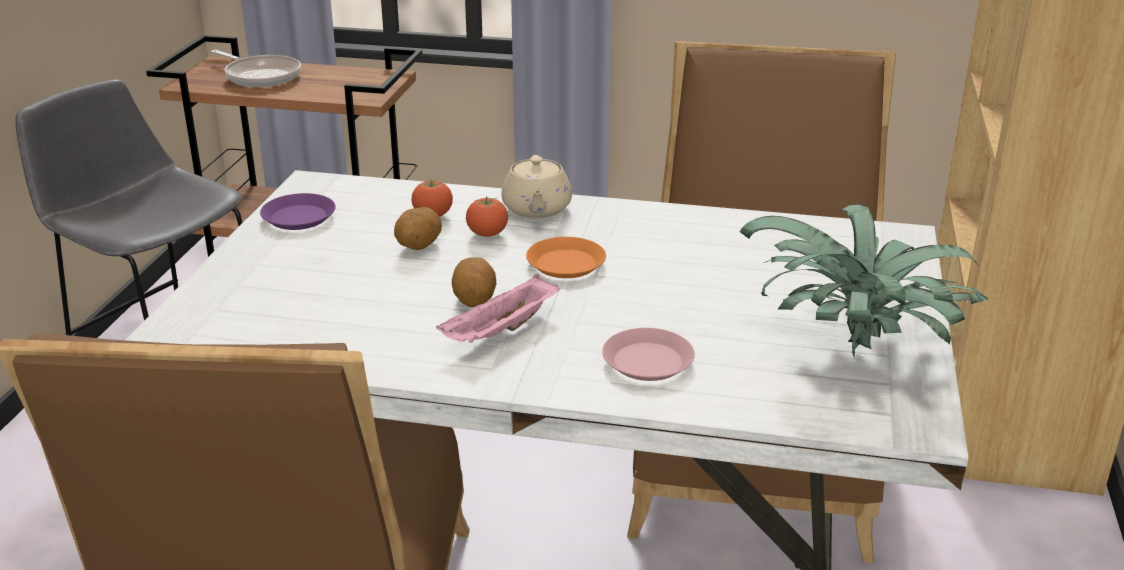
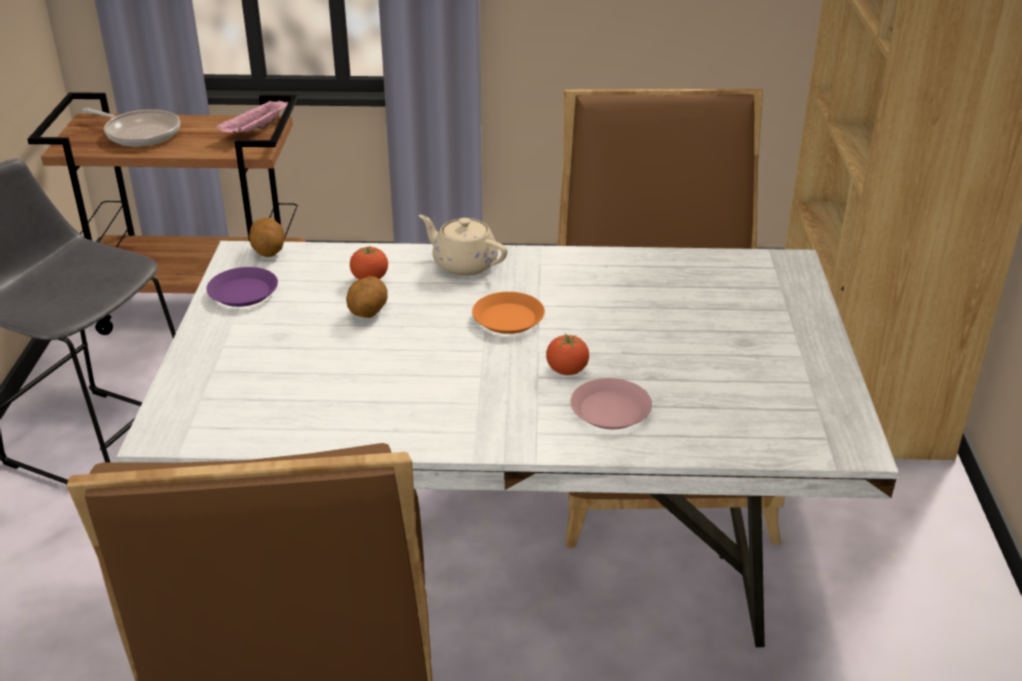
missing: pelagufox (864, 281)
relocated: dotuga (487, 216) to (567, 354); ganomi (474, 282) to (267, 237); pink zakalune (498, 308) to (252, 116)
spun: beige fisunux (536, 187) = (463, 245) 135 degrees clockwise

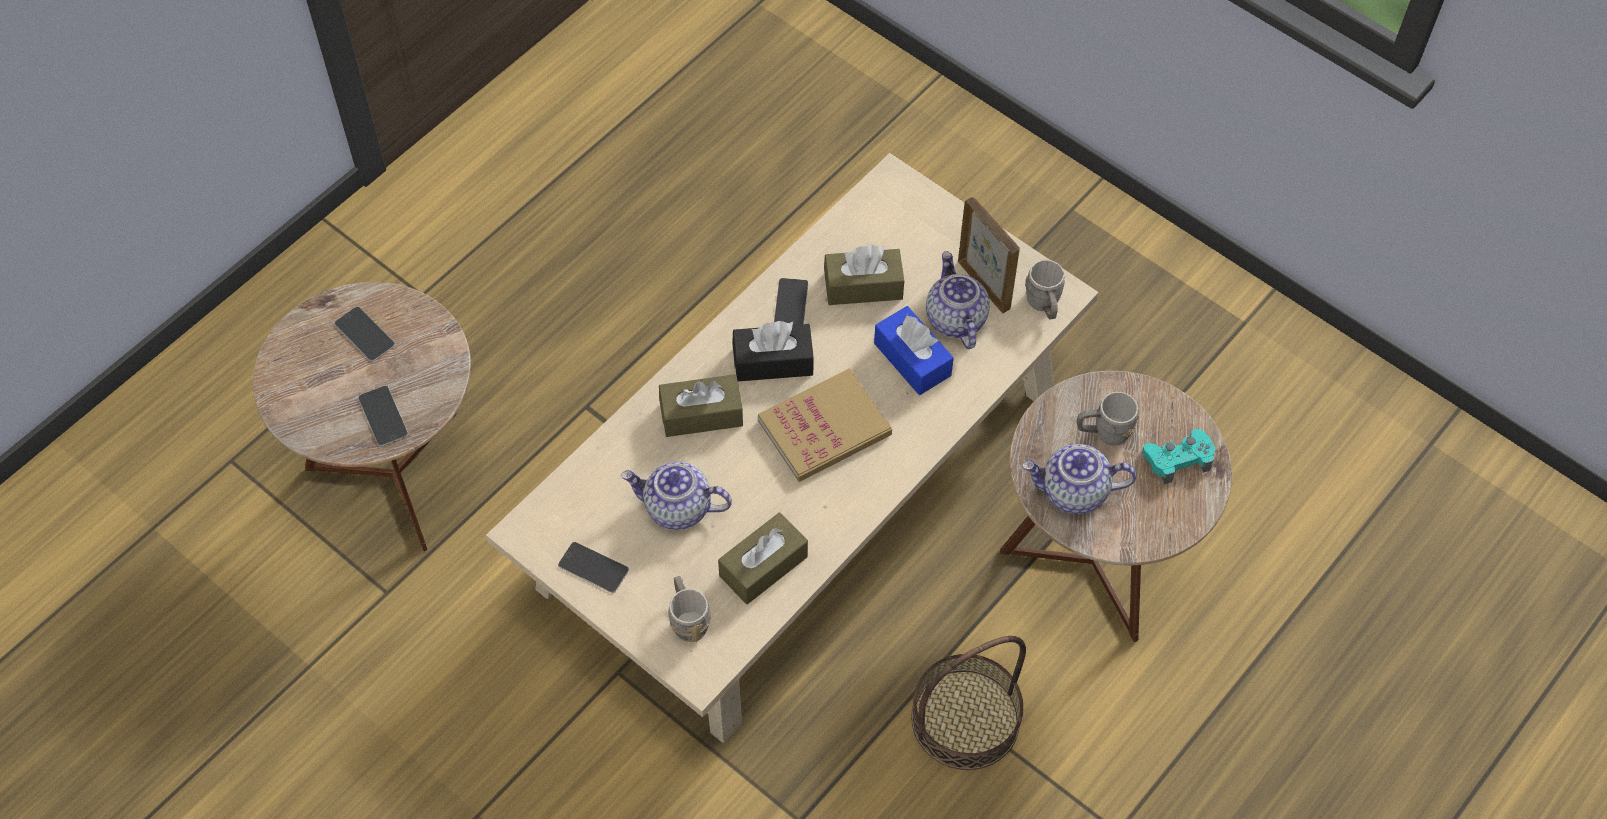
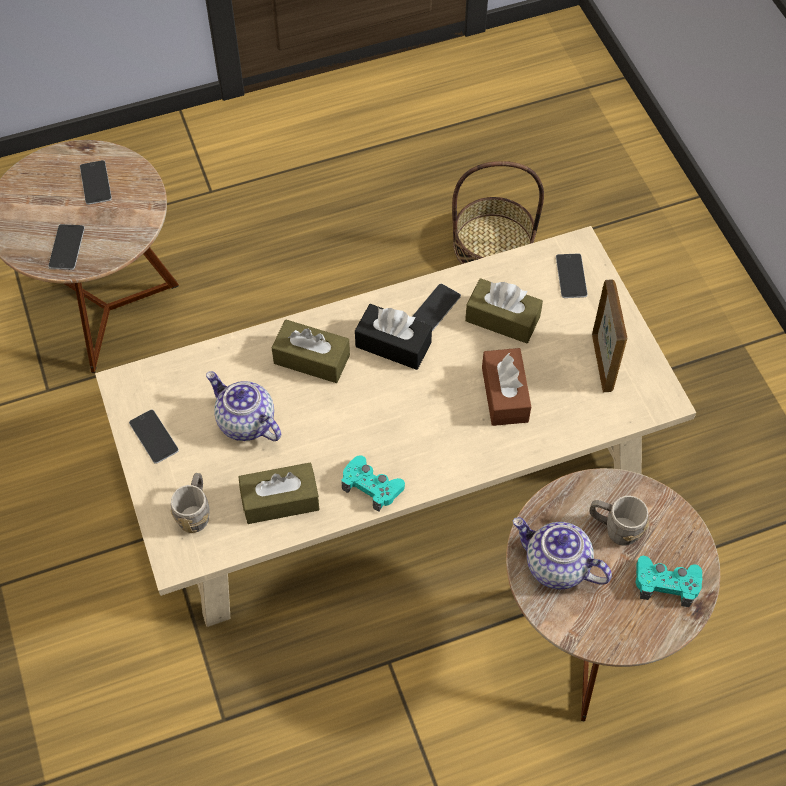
missing: fisunux (958, 300); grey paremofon (1045, 290); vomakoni (825, 425)
appeared: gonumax (572, 276); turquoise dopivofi (373, 483)
relocated: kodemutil (968, 703) to (498, 212)
colour: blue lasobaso (914, 350) to brown lasobaso (506, 387)

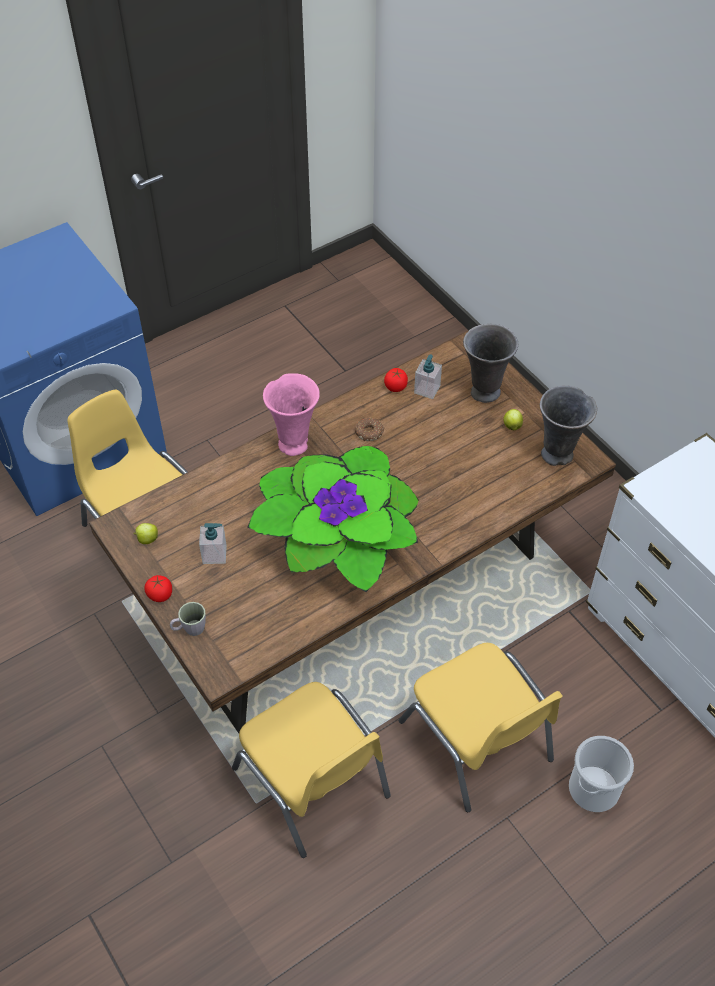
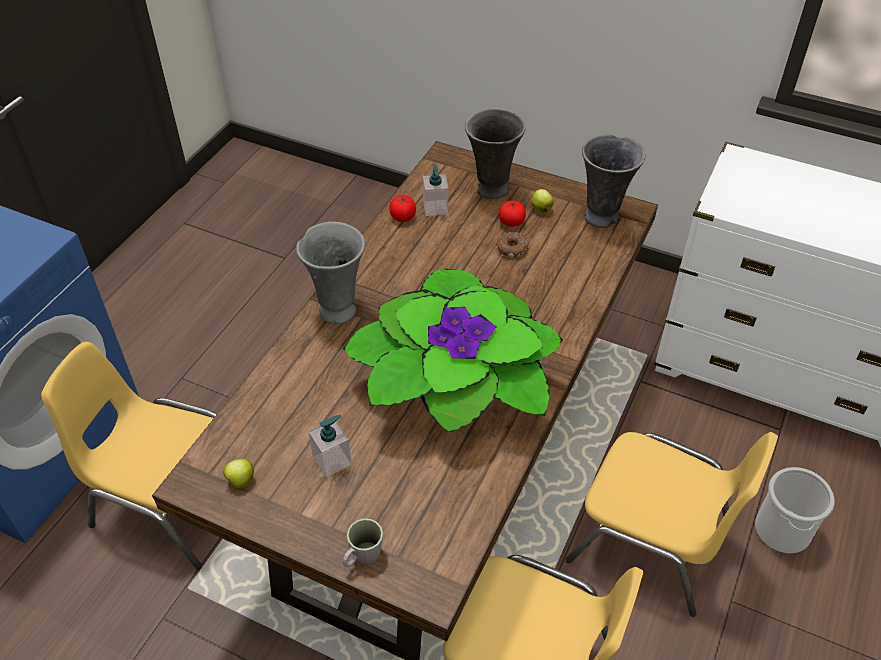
relocated: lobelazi (369, 429) to (512, 245); dotuga (158, 588) to (512, 213)
colour: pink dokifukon (291, 414) to grey dokifukon (330, 272)

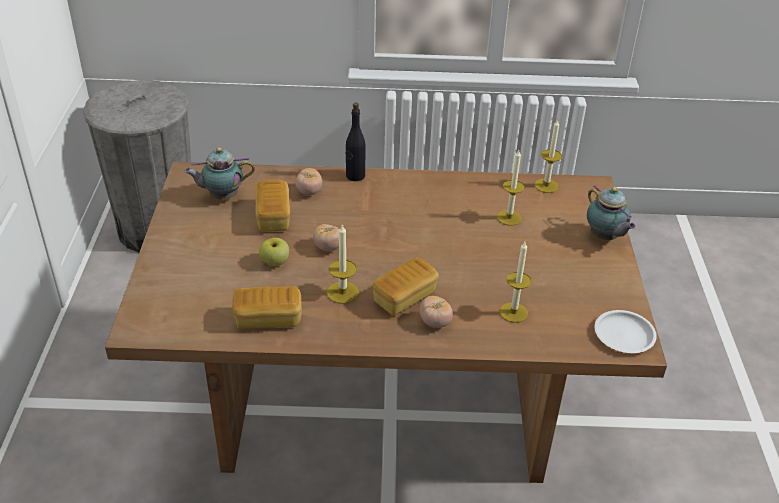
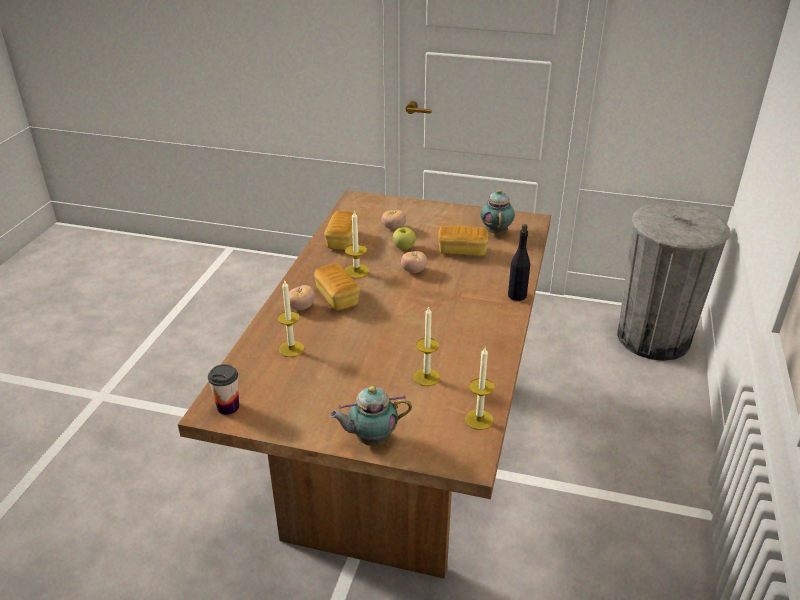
relocated: dotuga (308, 181) to (394, 220)
exchanged: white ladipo (626, 331) to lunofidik (223, 389)

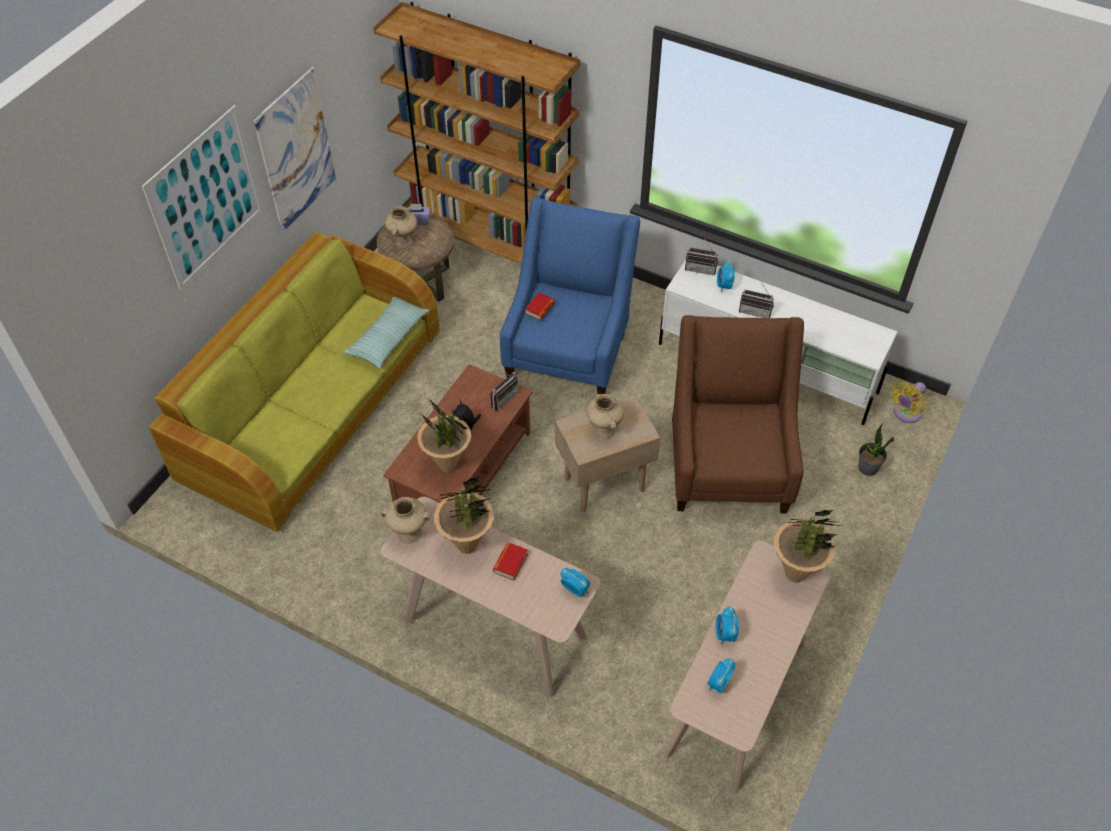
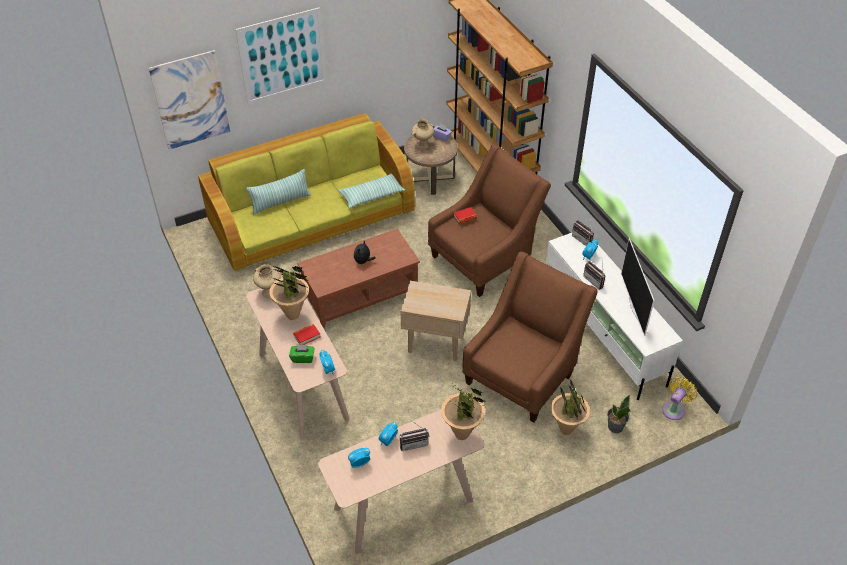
missing: beige dokifukon (605, 417)
appeared: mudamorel (278, 192); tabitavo (638, 287); green lasobaso (302, 353)
relocated: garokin (294, 149) to (189, 100); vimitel (504, 391) to (414, 434); pelagufox (444, 435) to (570, 407)
colour: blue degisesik (570, 296) to brown degisesik (489, 220)
spun: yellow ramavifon (908, 402) = (680, 398) 135 degrees clockwise

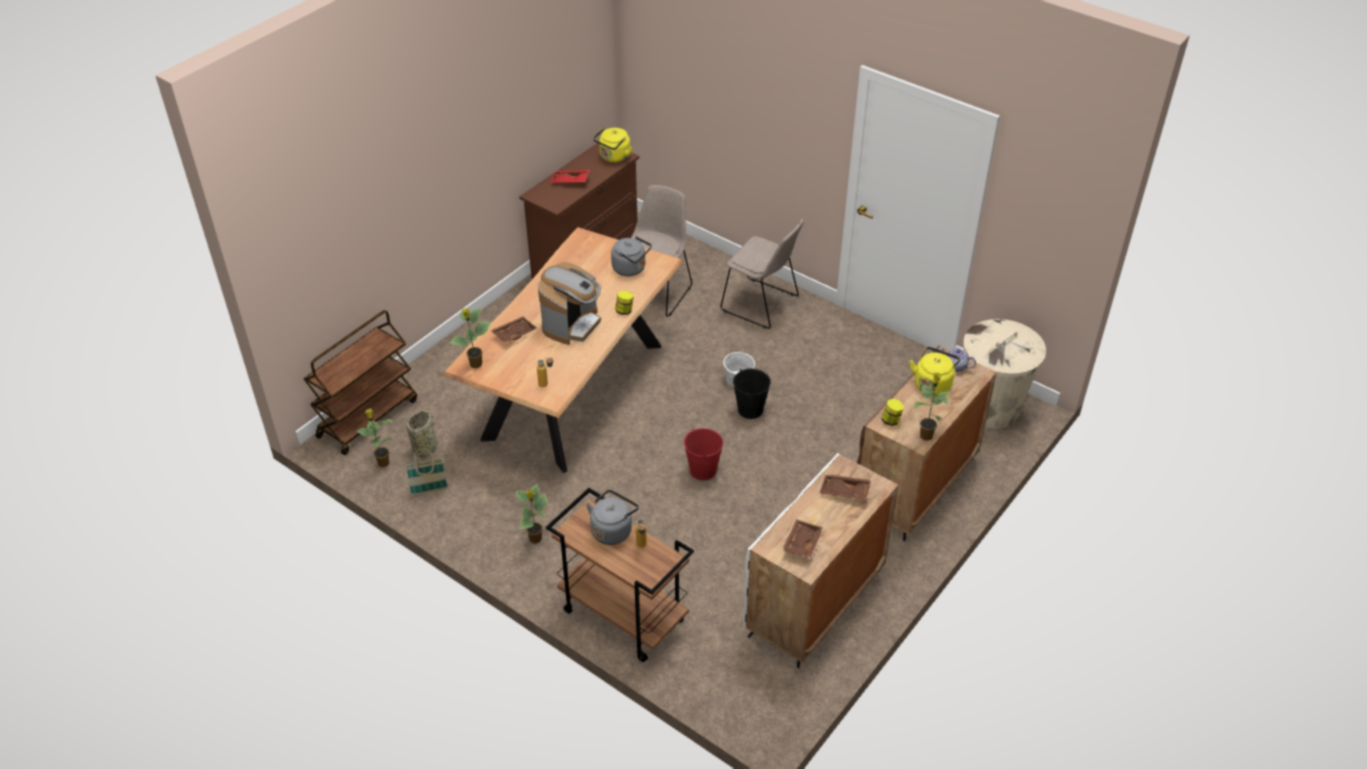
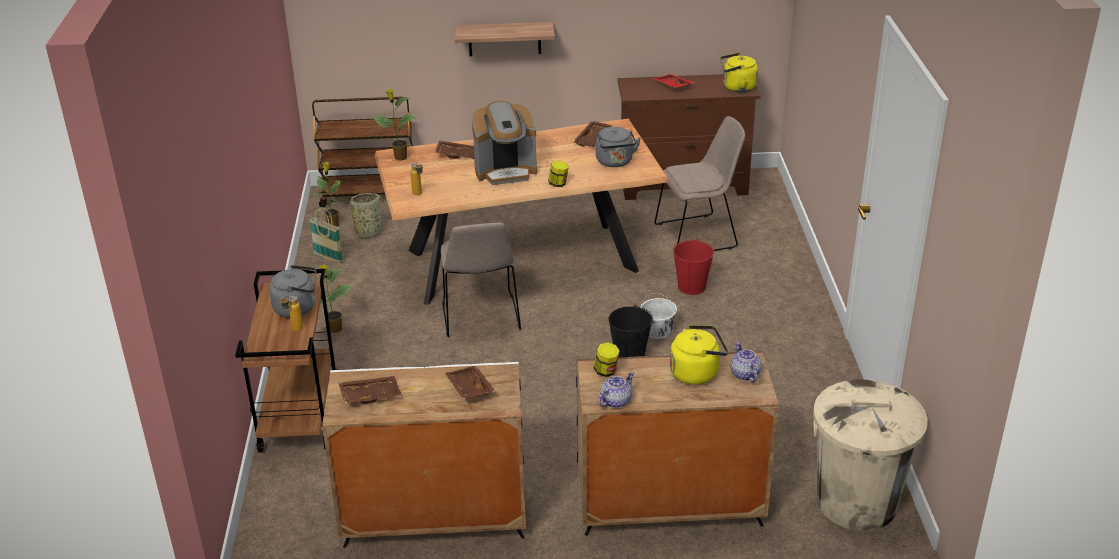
appeared: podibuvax (505, 39); brown zakalune (593, 134)
relocated: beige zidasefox (762, 274) to (481, 279); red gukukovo (703, 454) to (693, 267)
exchanged: pelagufox (932, 406) to fisunux (616, 390)

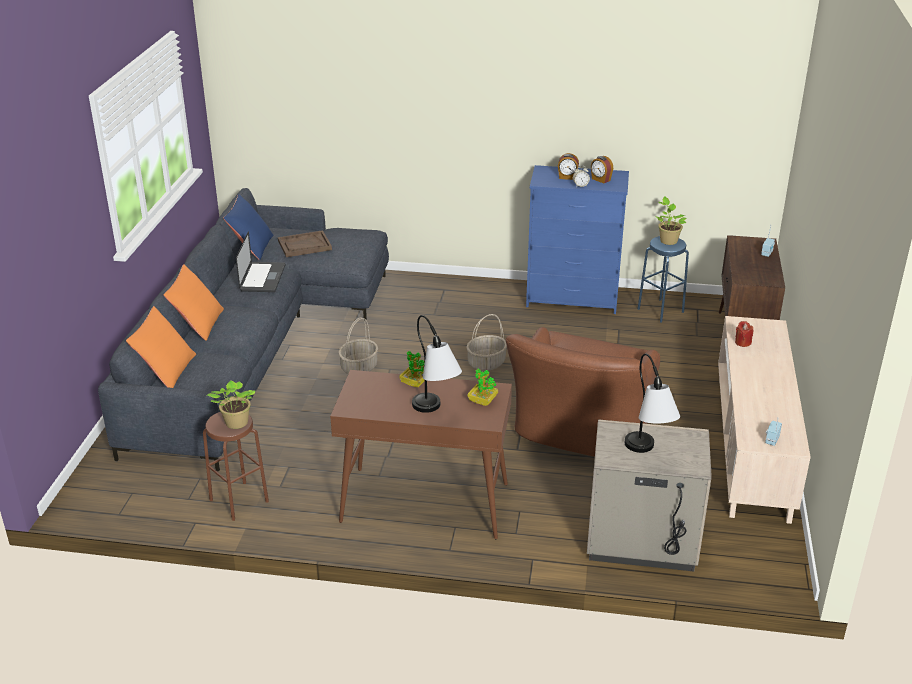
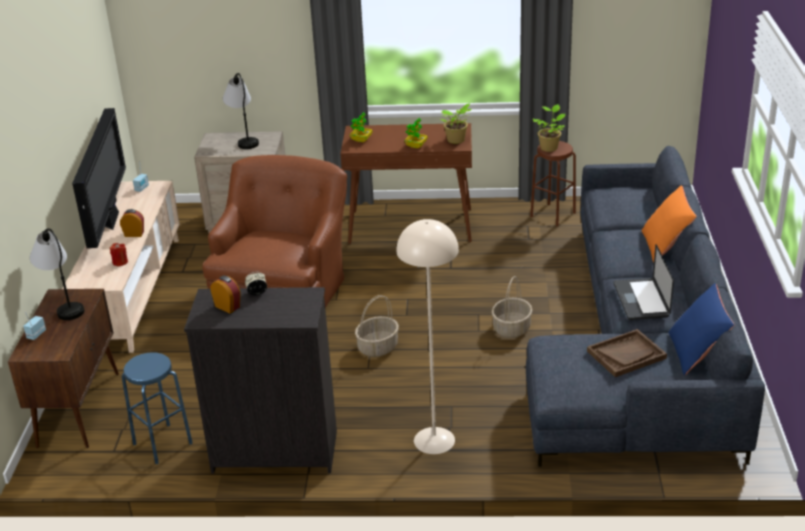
missing: orange mudamorel (161, 347)
appeared: tabitavo (99, 178); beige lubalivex (427, 336)
relocated: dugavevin (568, 166) to (132, 223); pelagufox (671, 220) to (456, 123); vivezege (437, 364) to (57, 274)
colour: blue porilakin (577, 239) to black porilakin (260, 380)

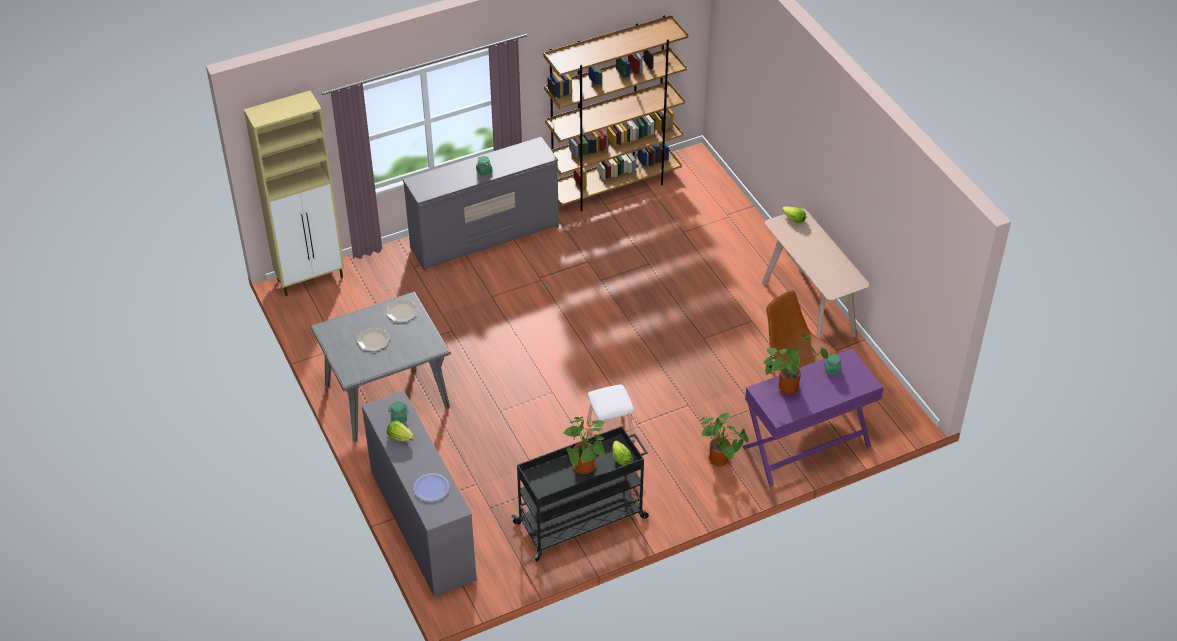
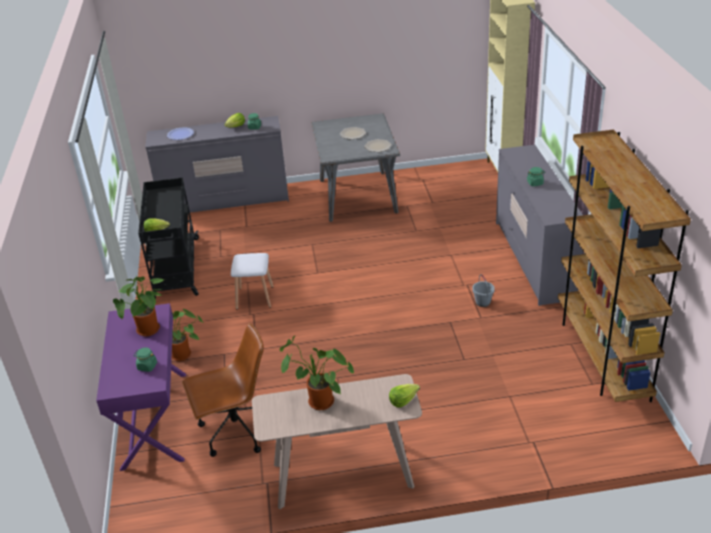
appeared: grey gukukovo (483, 290)
relocated: pelagufox (584, 445) to (317, 373)

